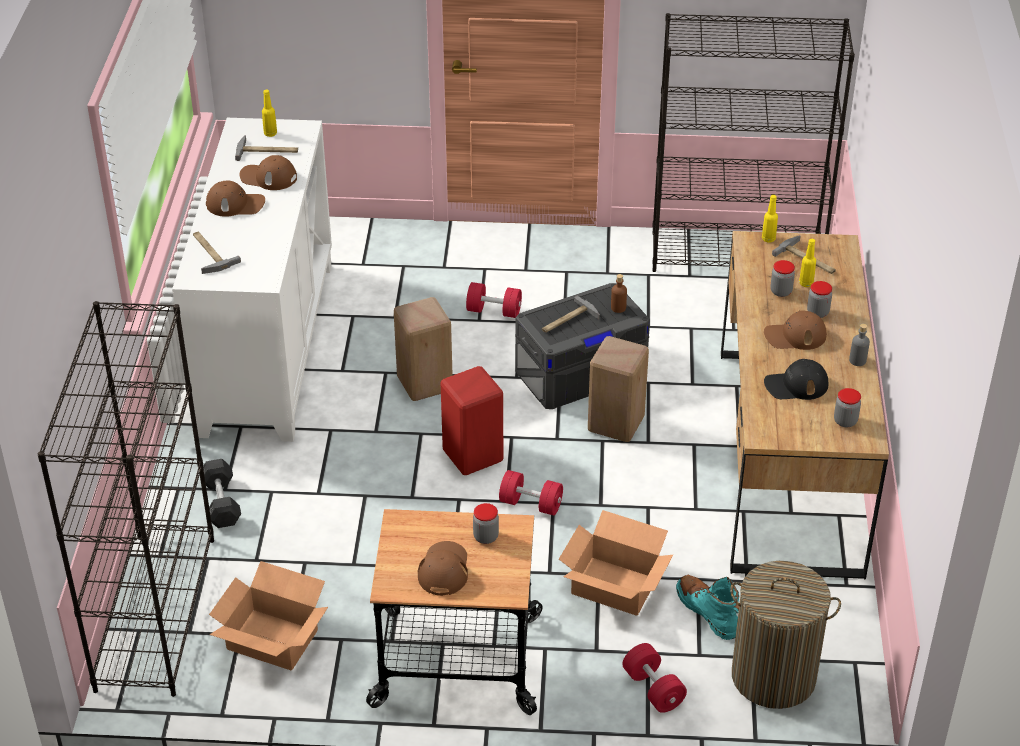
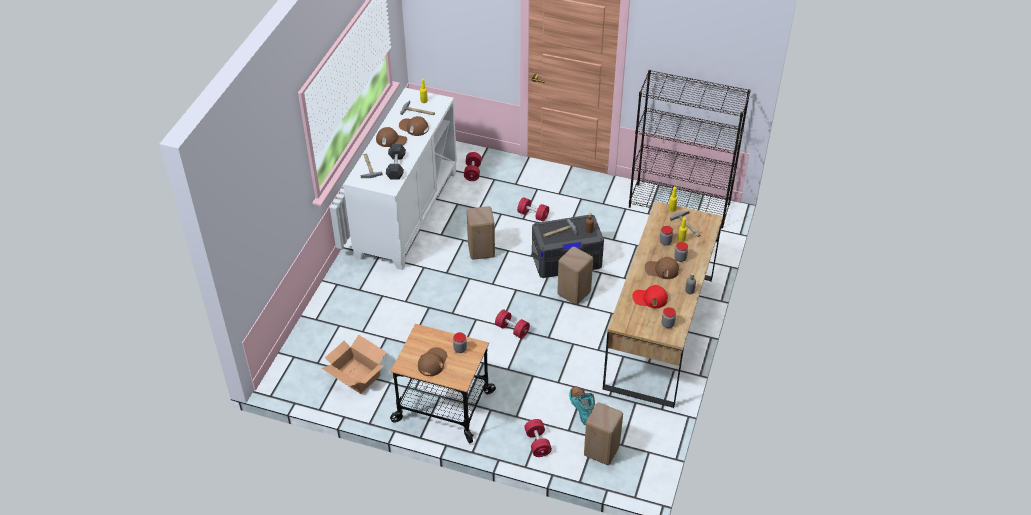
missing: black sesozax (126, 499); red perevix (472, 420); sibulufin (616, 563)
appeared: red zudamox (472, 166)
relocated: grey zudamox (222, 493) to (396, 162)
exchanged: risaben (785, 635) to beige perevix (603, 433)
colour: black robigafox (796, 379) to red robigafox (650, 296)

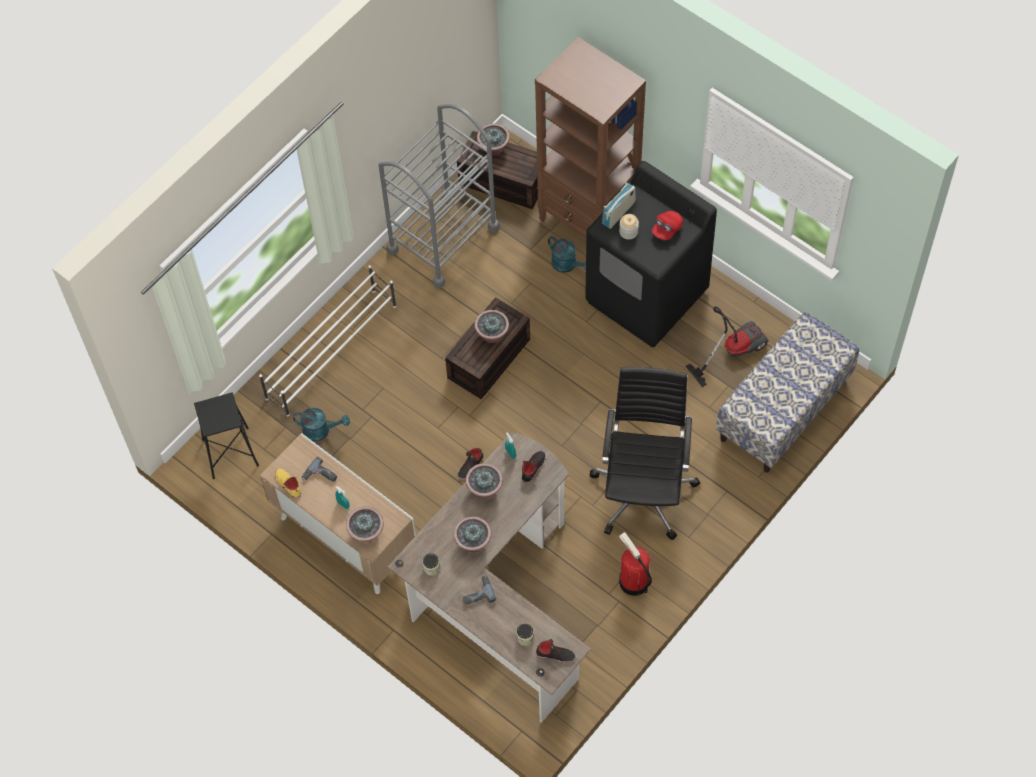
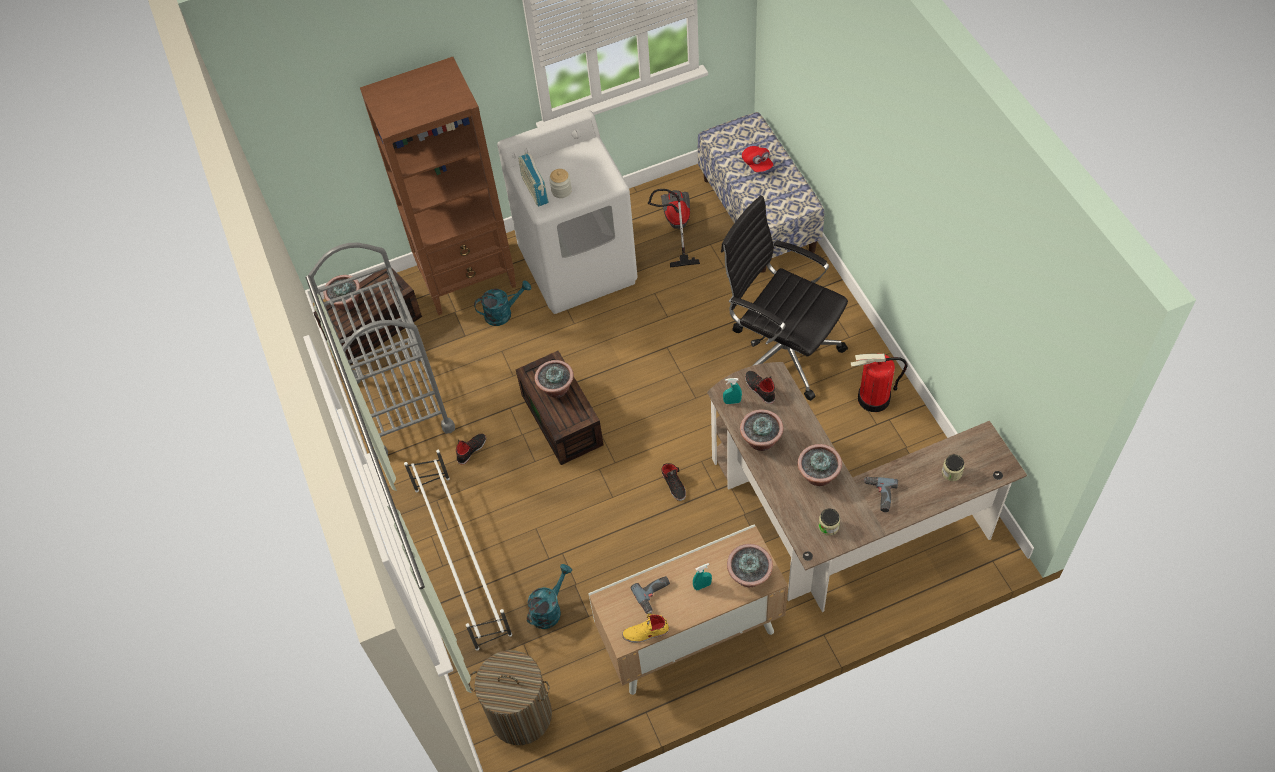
relocated: red robigafox (667, 225) to (757, 159); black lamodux (555, 651) to (471, 449)
exchanged: black perevix (226, 435) to risaben (510, 697)
colour: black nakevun (651, 254) to white nakevun (567, 212)

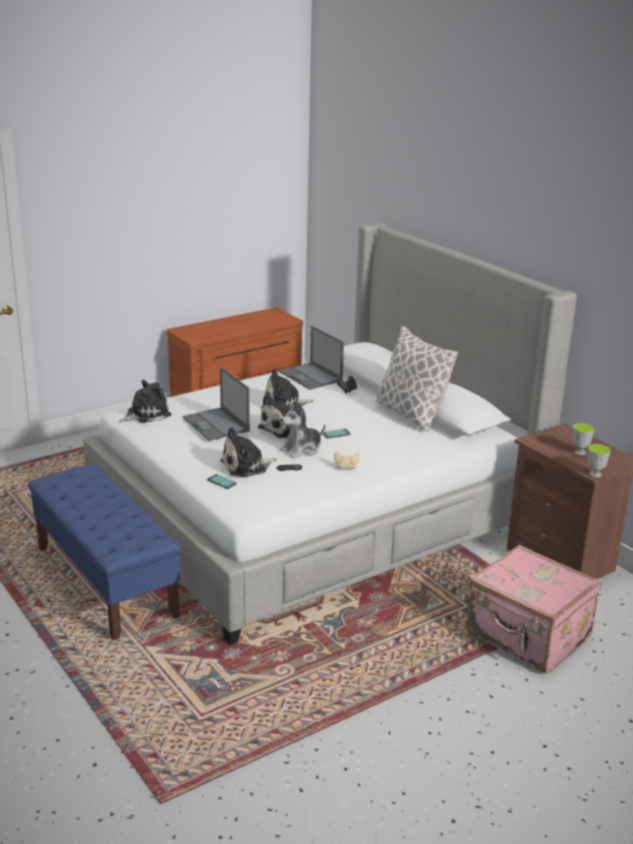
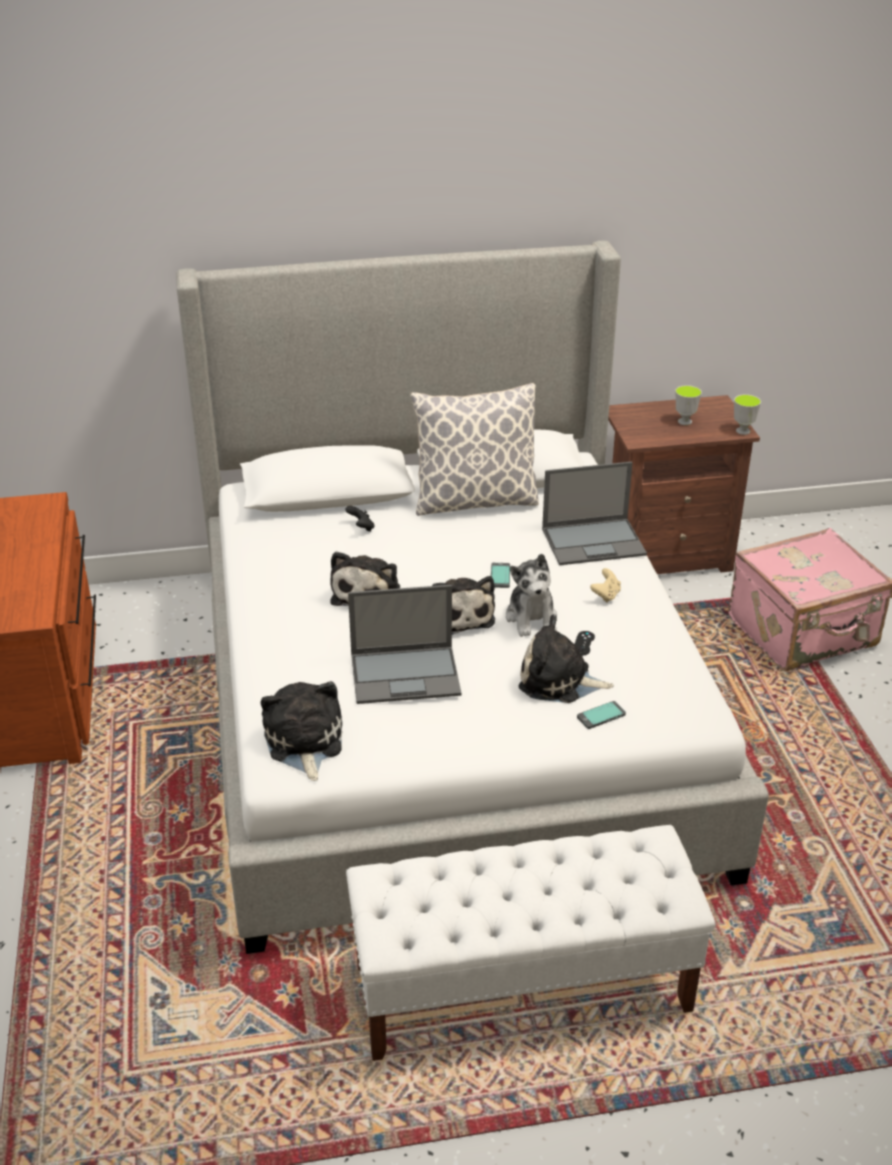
relocated: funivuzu (311, 358) to (594, 513)
colour: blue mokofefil (105, 553) to white mokofefil (530, 943)
spun: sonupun (248, 452) = (566, 659) 105 degrees clockwise

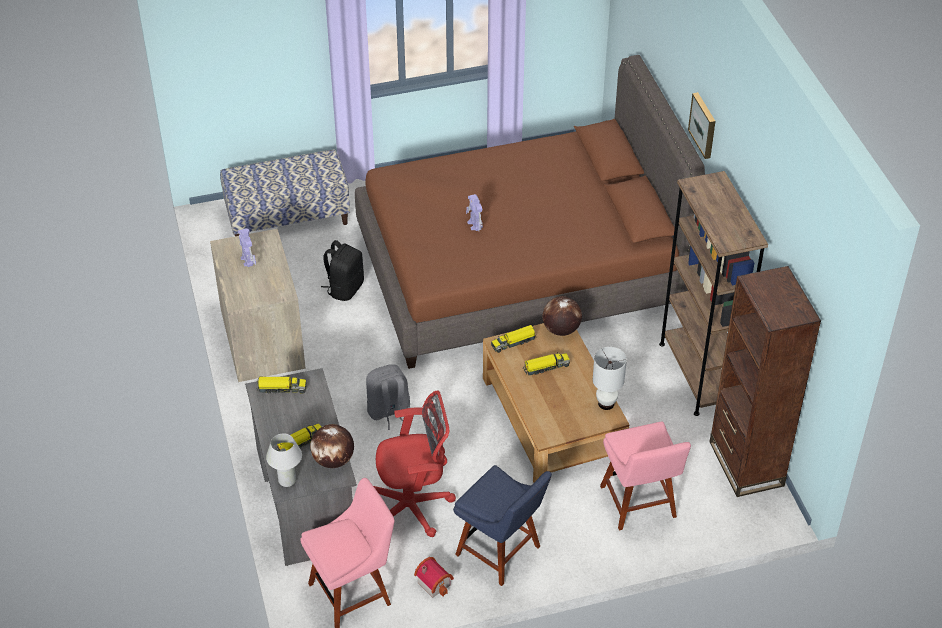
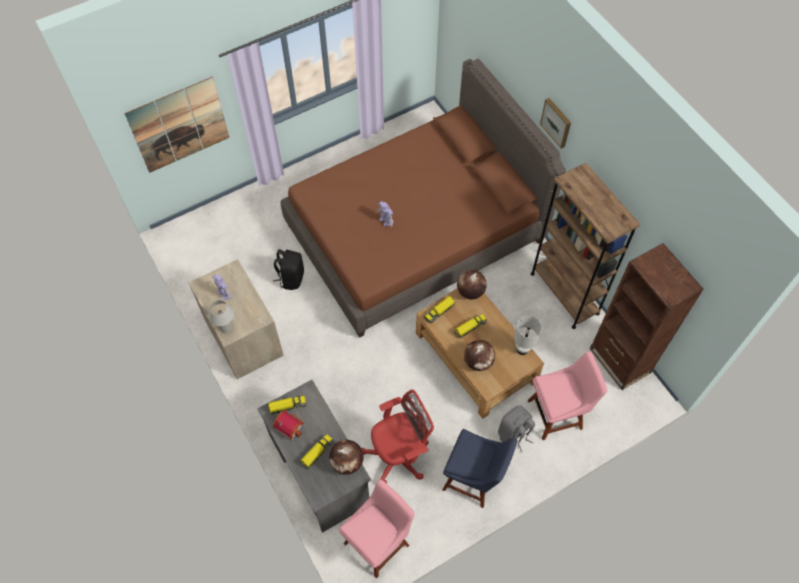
missing: mokofefil (285, 193)
appeared: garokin (176, 124); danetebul (479, 355)
relocated: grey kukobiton (388, 397) to (516, 429); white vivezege (284, 460) to (221, 316); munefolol (434, 577) to (288, 425)
spun: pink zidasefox (645, 476) = (567, 395) 75 degrees counterclockwise

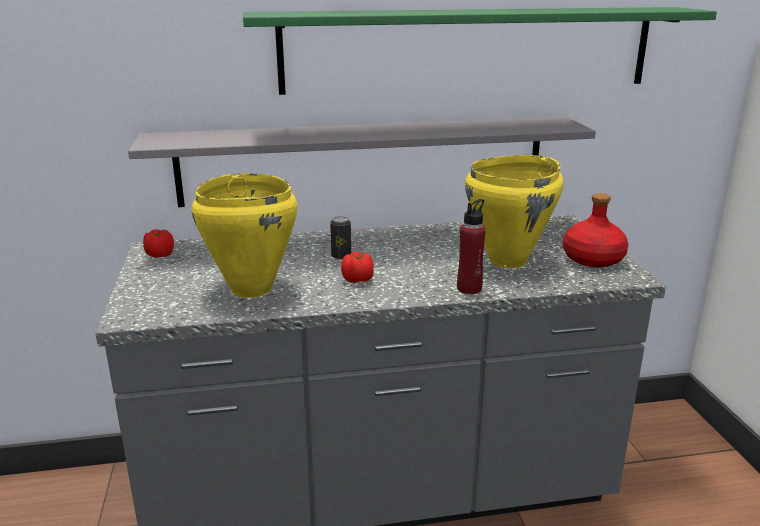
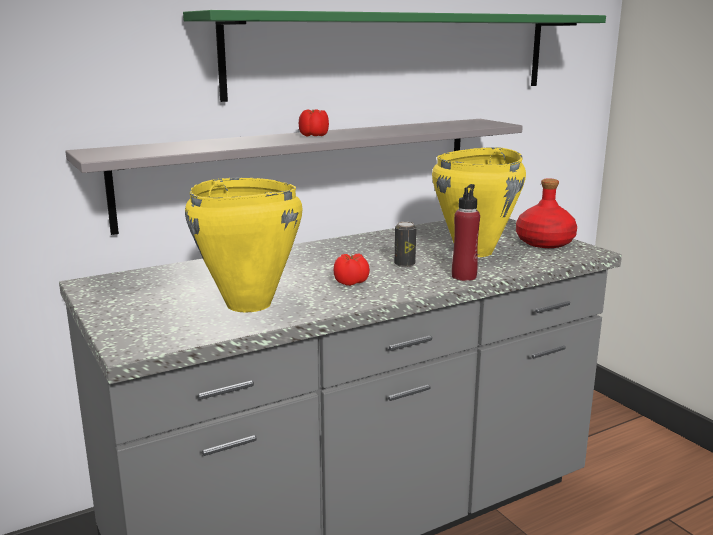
relocated: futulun (340, 238) to (405, 244); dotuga (158, 243) to (314, 122)

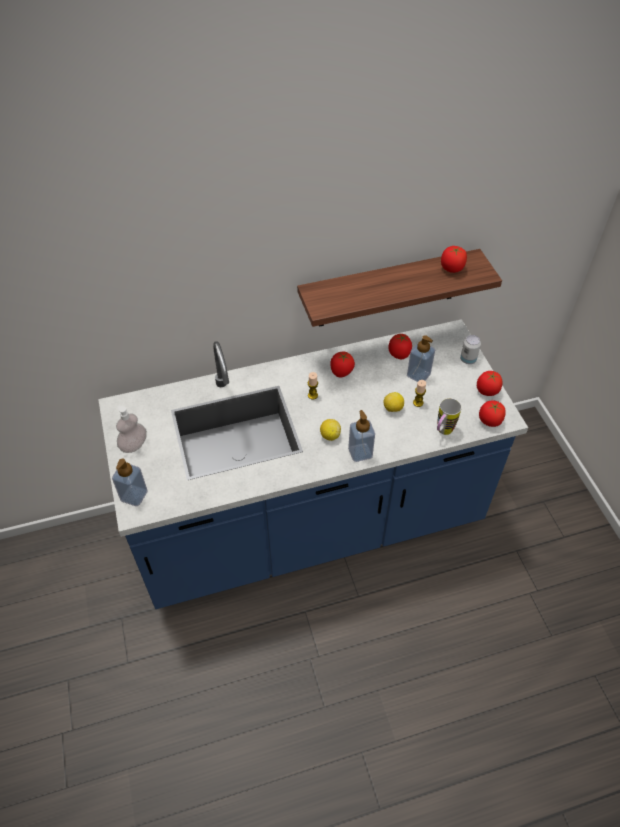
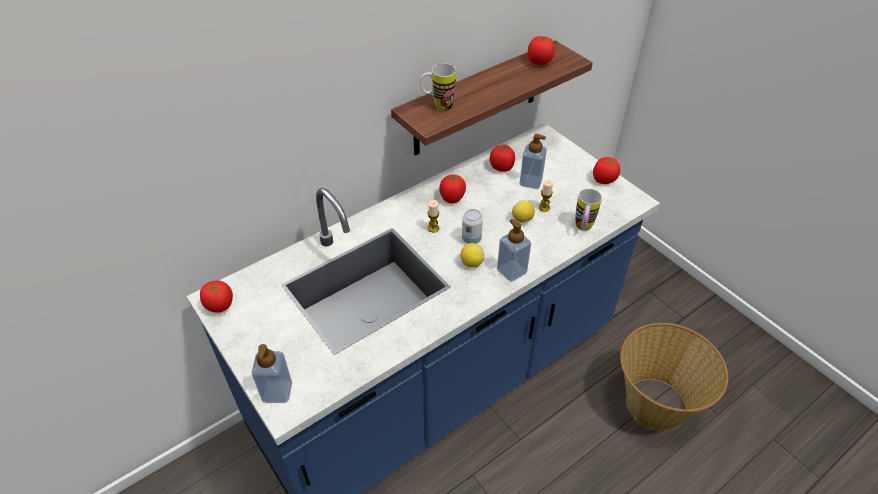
missing: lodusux (131, 429)
appeared: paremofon (438, 87); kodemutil (674, 377)
relocated: futulun (470, 349) to (472, 226); dotuga (492, 413) to (216, 297)

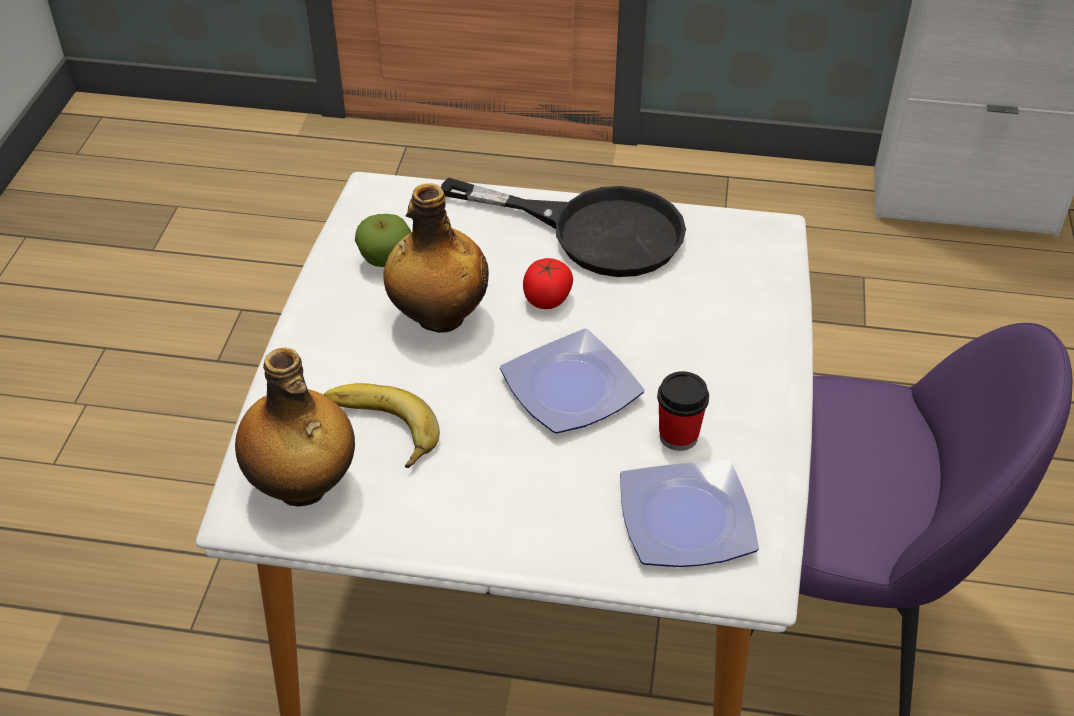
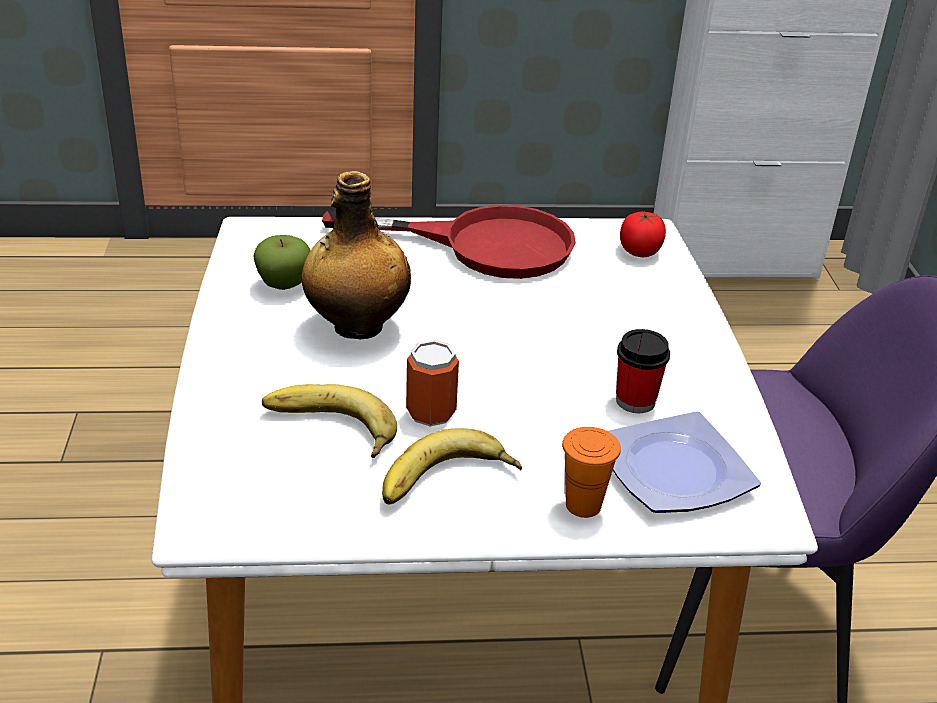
missing: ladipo (572, 381); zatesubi (295, 427)
appeared: futulun (432, 383); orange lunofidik (591, 472); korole (452, 466)
relocated: dotuga (548, 283) to (643, 234)
colour: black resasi (563, 227) to red resasi (449, 242)

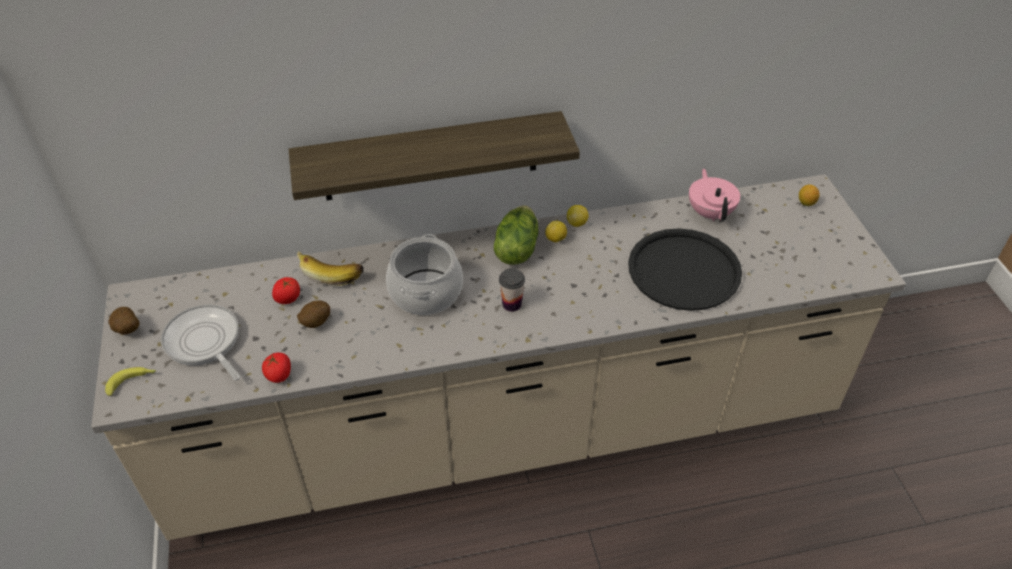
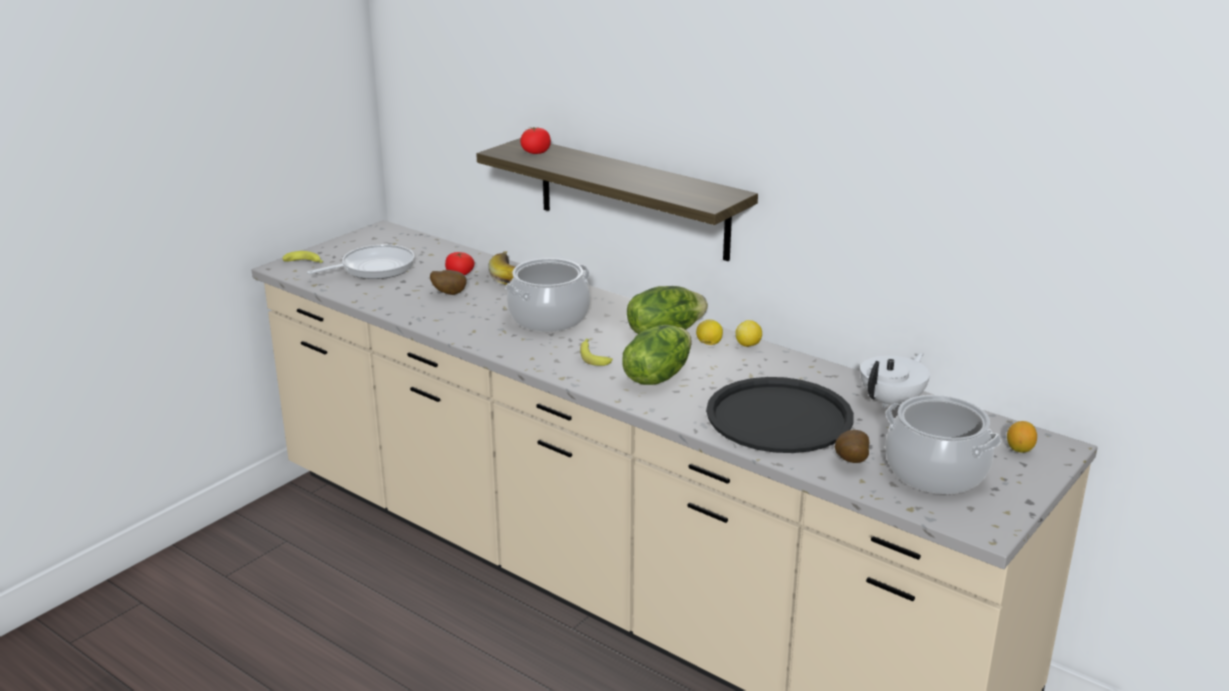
appeared: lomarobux (657, 355); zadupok (943, 444)
relocated: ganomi (124, 321) to (852, 446); dotuga (276, 368) to (535, 140)
exchanged: lunofidik (512, 290) to korole (596, 352)
colour: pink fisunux (714, 195) to white fisunux (895, 380)
spun: resasi (201, 342) = (361, 262) 45 degrees clockwise

